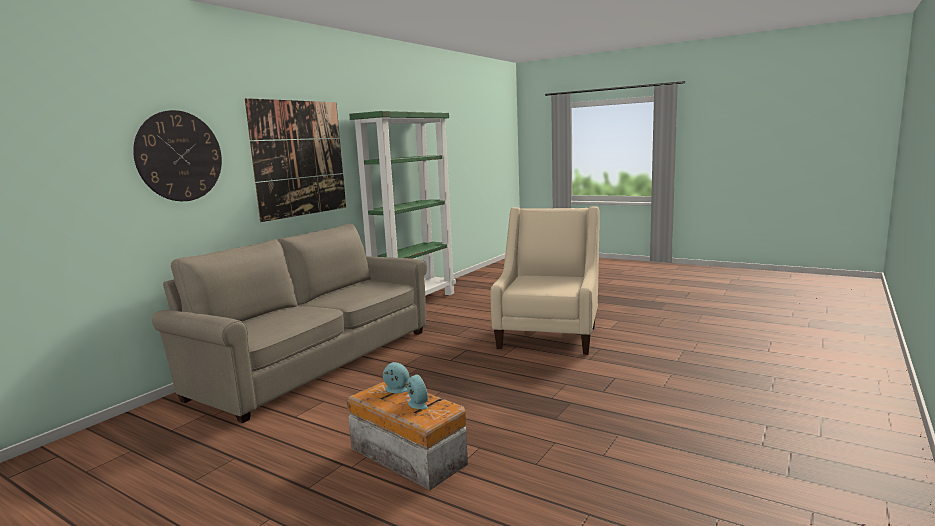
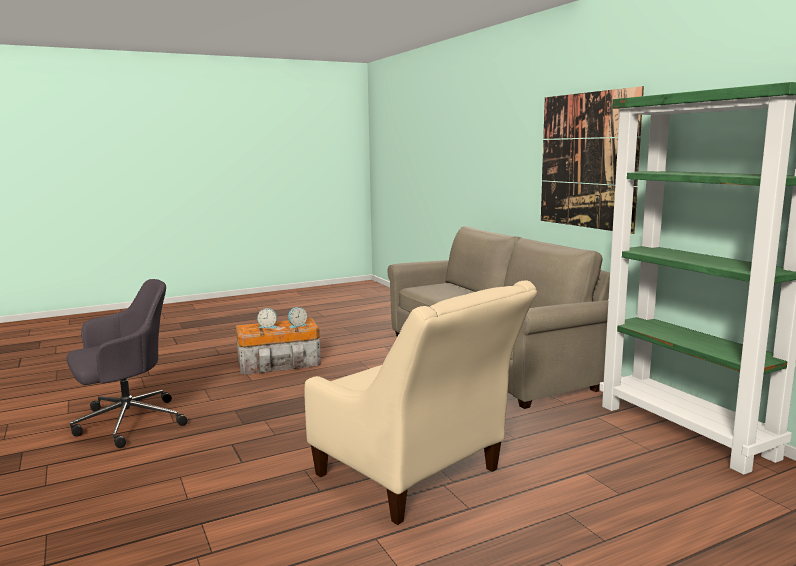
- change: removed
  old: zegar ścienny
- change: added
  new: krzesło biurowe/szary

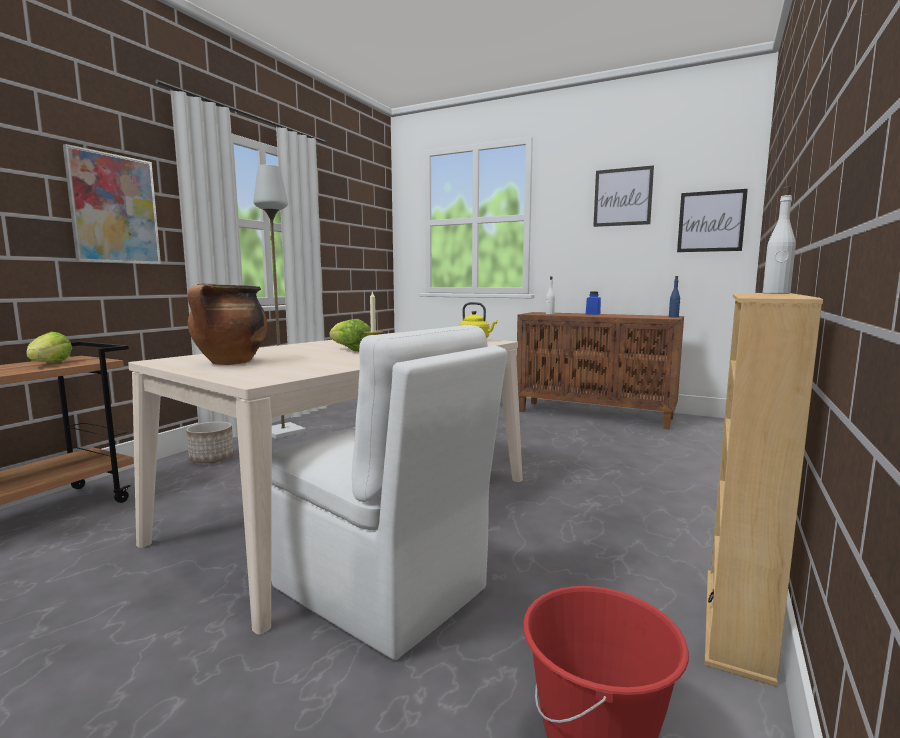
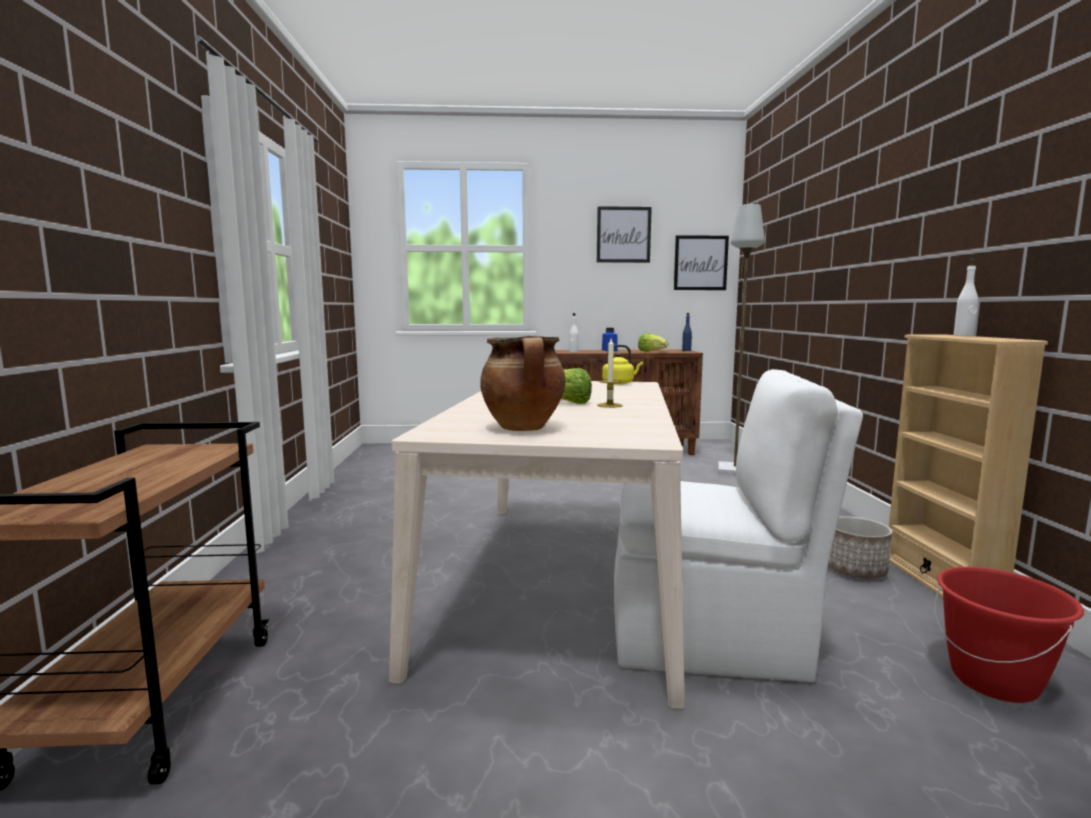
- change: moved
  old: sałata (1st from left in the first image)
  new: sałata (2nd from left)
- change: removed
  old: obraz (1st from left)
- change: moved
  old: donica
- change: moved
  old: lampa stojąca/szary

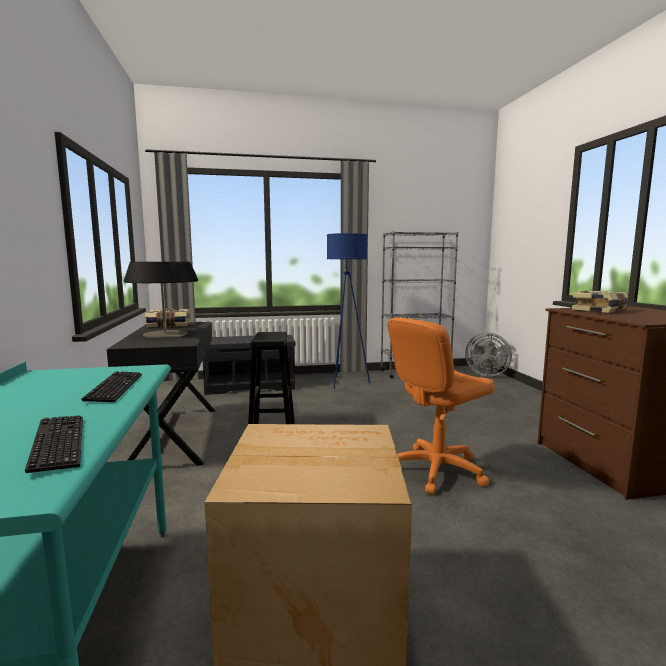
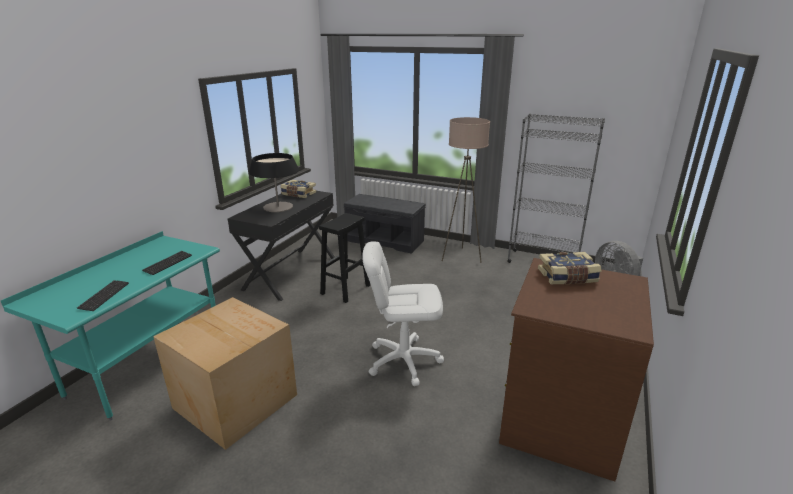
- change: recoloured
  old: lampa stojąca/niebieski
  new: lampa stojąca/beżowy
- change: recoloured
  old: krzesło biurowe/pomarańczowy
  new: krzesło biurowe/biały

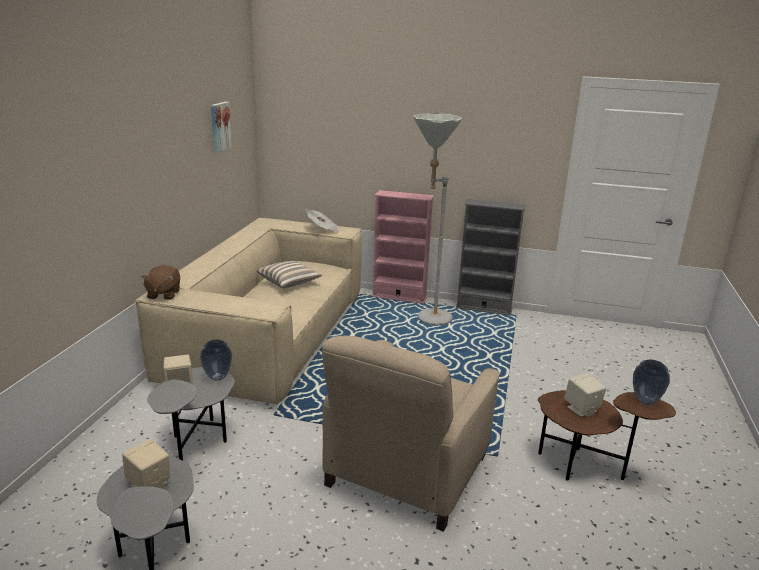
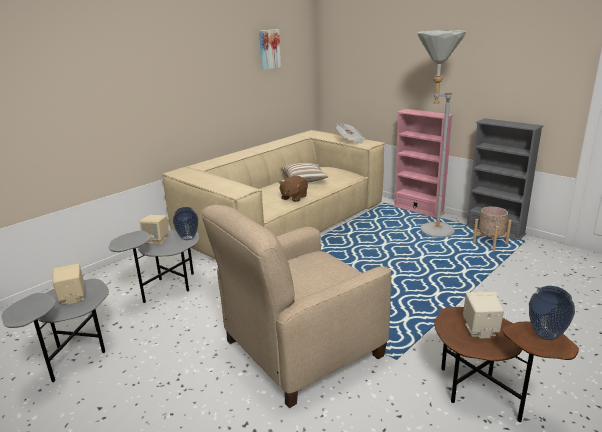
- change: moved
  old: pluszak/brązowy
- change: added
  new: donica/beżowy

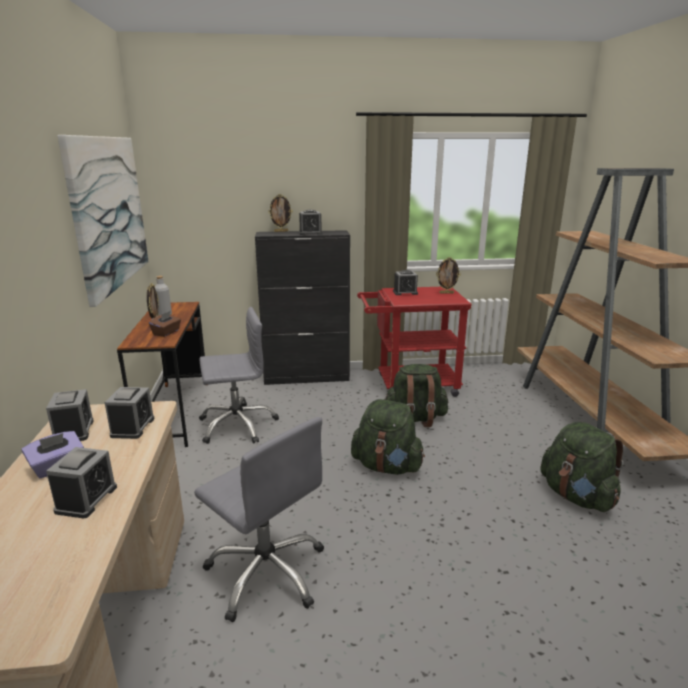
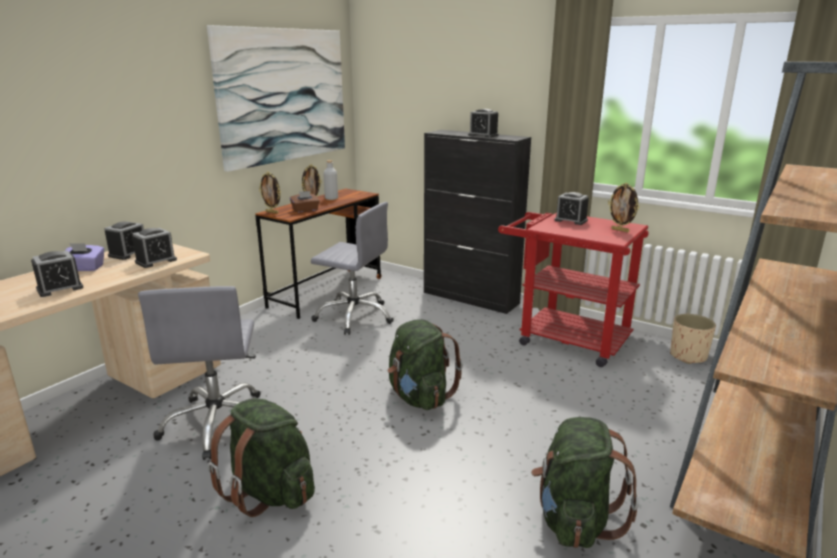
- change: moved
  old: ramka na zdjęcie (2nd from left in the first image)
  new: ramka na zdjęcie (1st from left)
- change: moved
  old: plecak/zielony (2nd from left in the first image)
  new: plecak/zielony (1st from left)
- change: added
  new: donica/beżowy

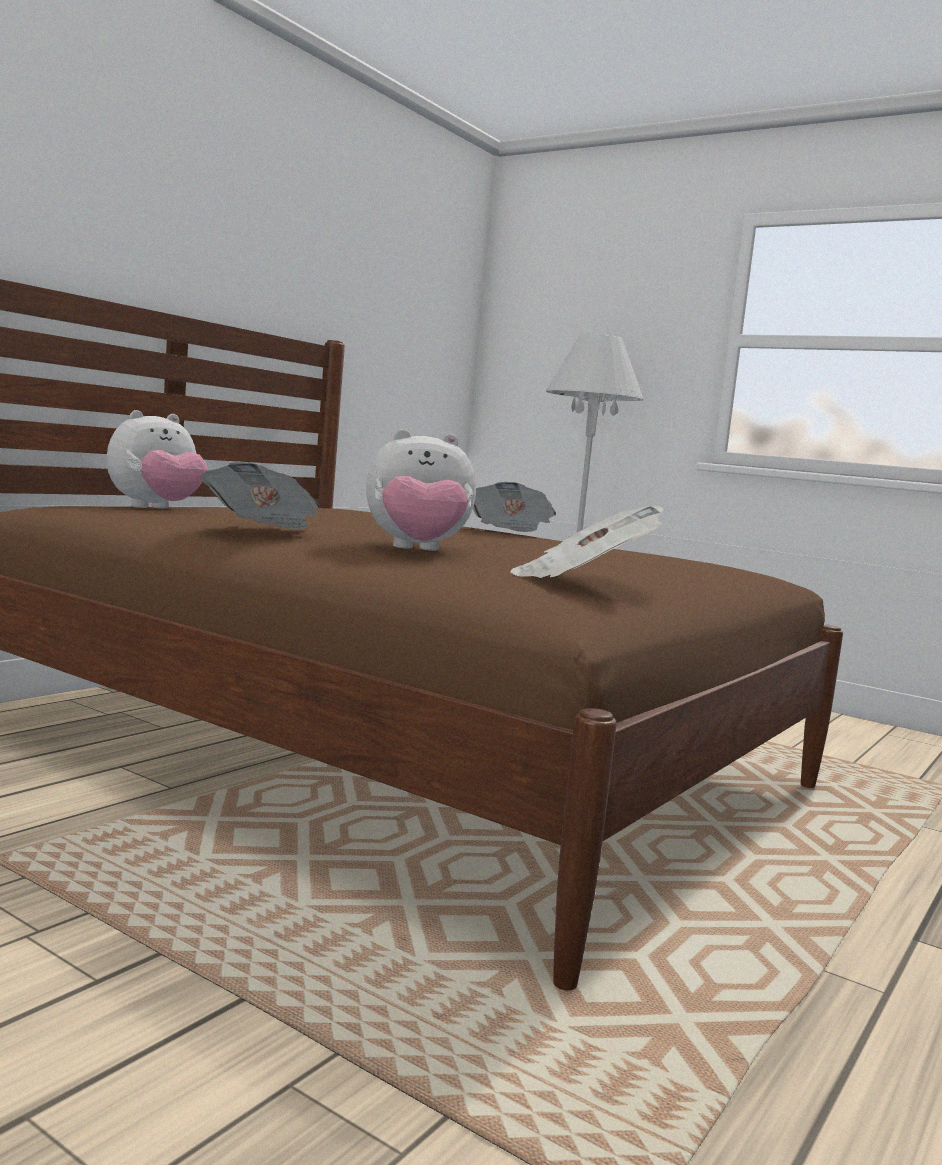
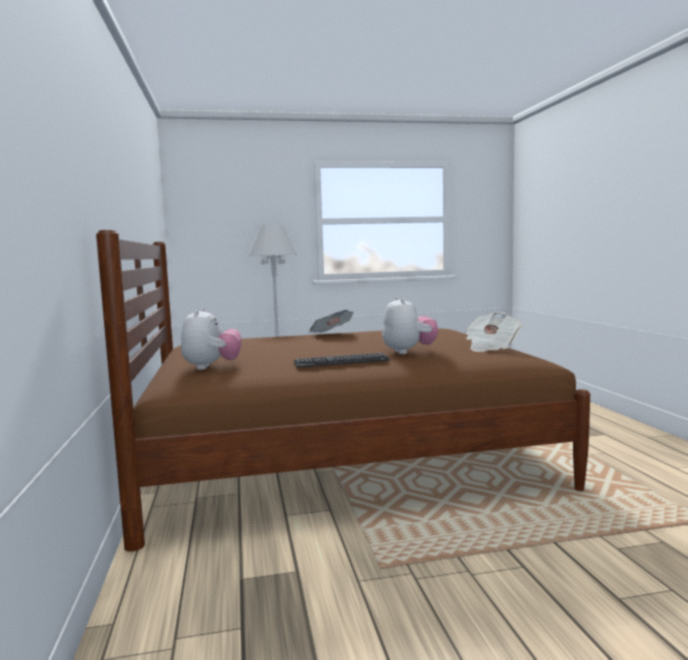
- change: replaced
  old: gazeta (1st from left)
  new: klawiatura
- change: turned
  old: pluszak (2nd from left)
  degrees: -45

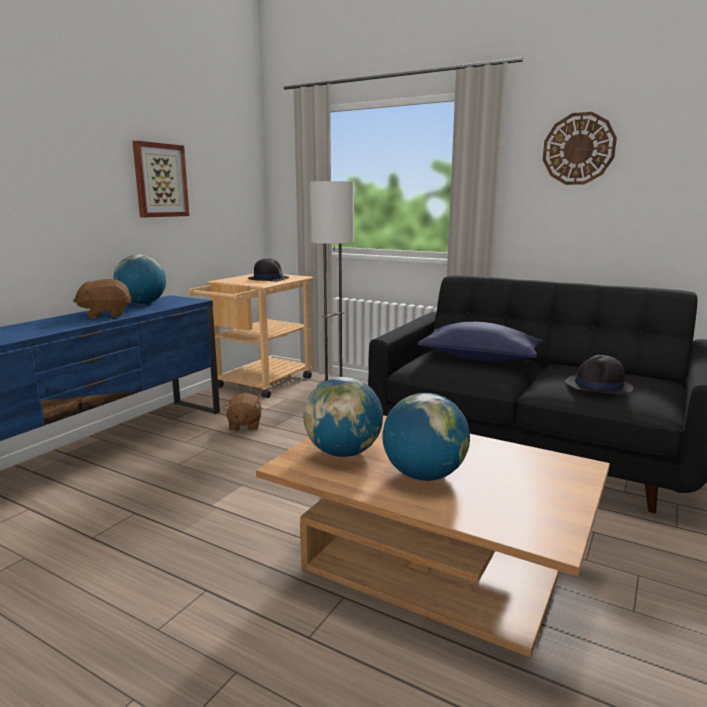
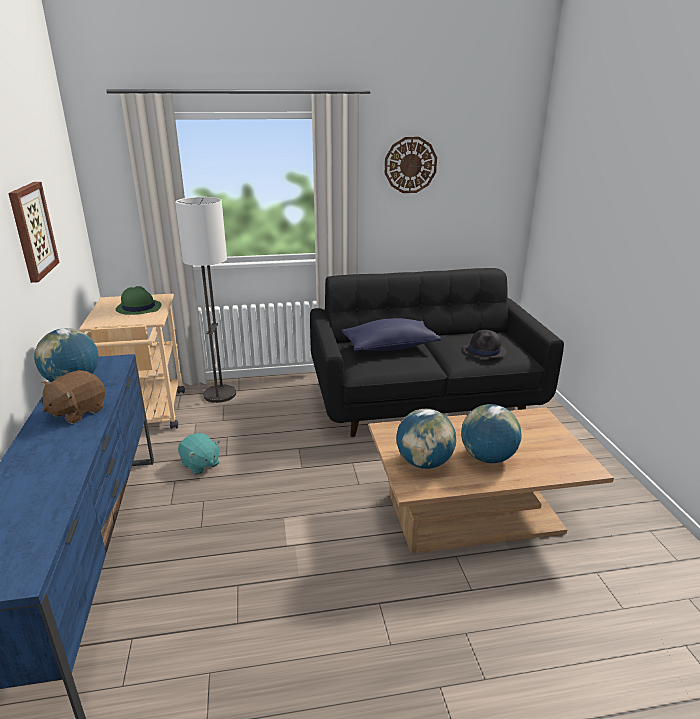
- change: recoloured
  old: pluszak/brązowy (2nd from left)
  new: pluszak/turkusowy
- change: recoloured
  old: kapelusz/czarny (1st from left)
  new: kapelusz/zielony

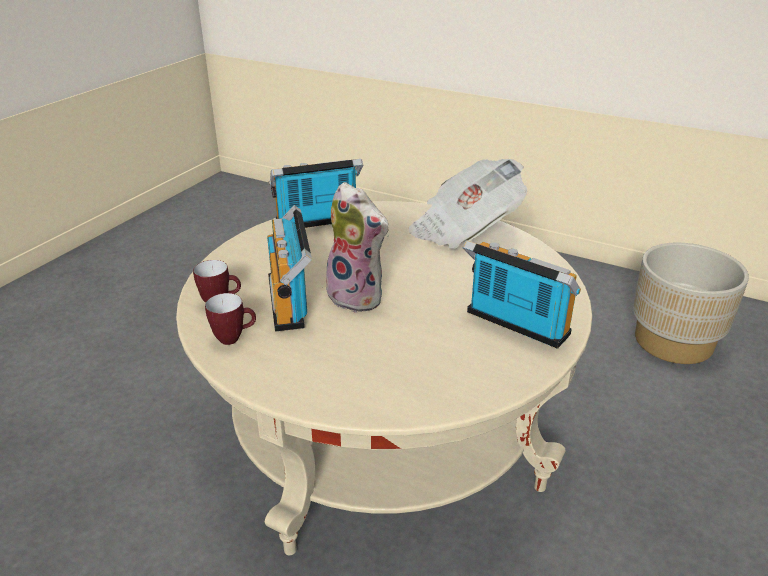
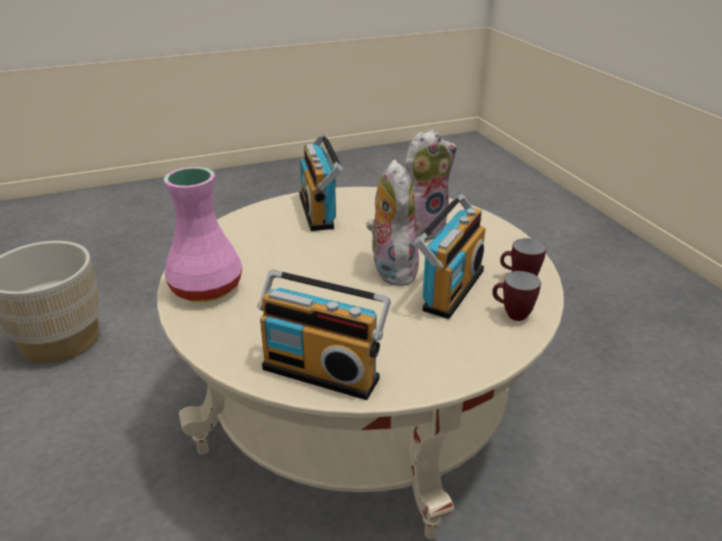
- change: replaced
  old: gazeta
  new: wazon/różowy
- change: added
  new: pluszak (2nd from left)

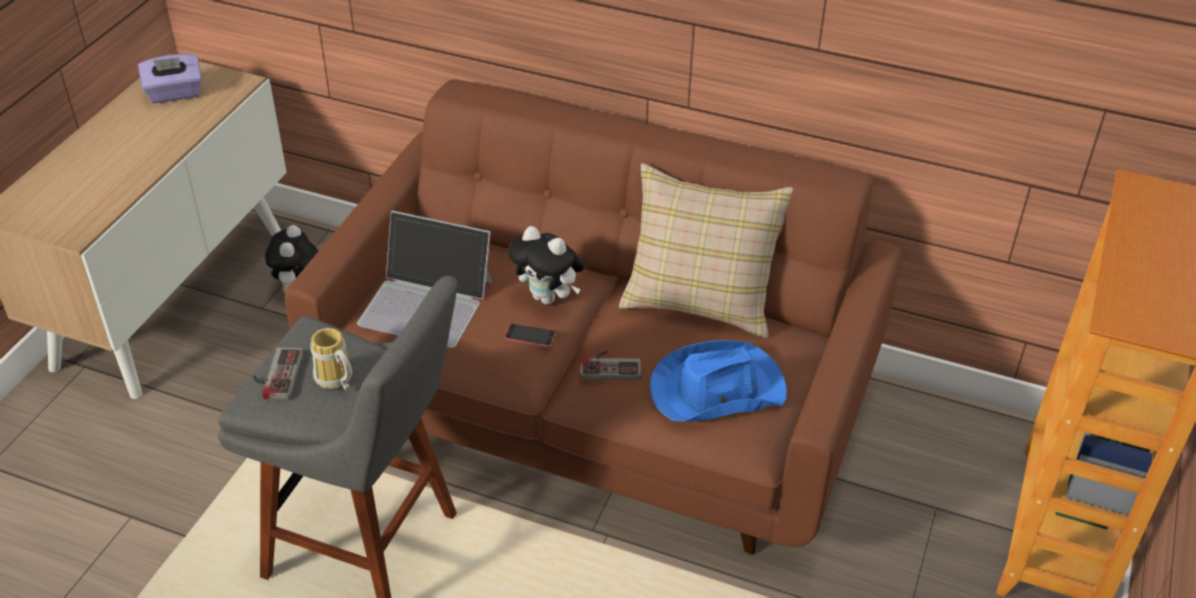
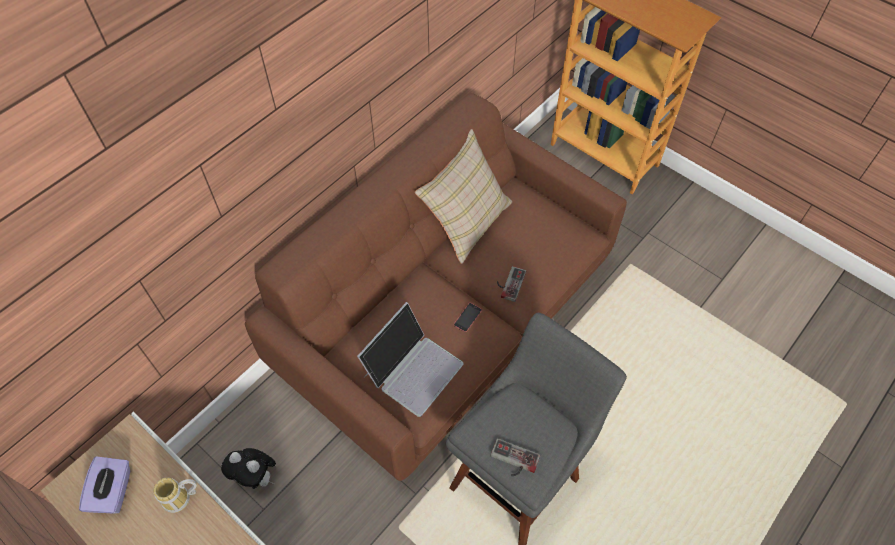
- change: moved
  old: kubek
- change: removed
  old: pluszak (2nd from left)
- change: removed
  old: kapelusz/niebieski

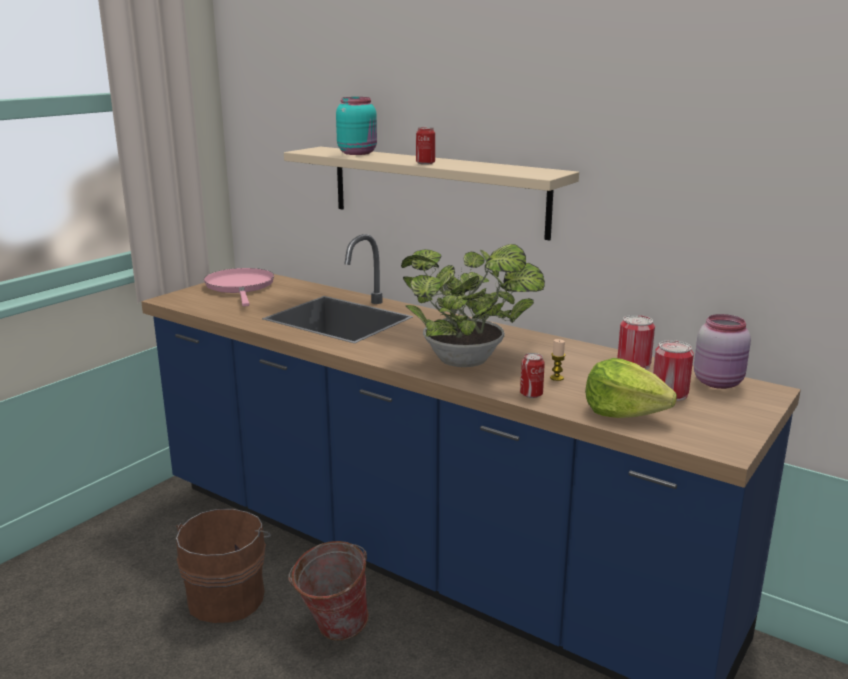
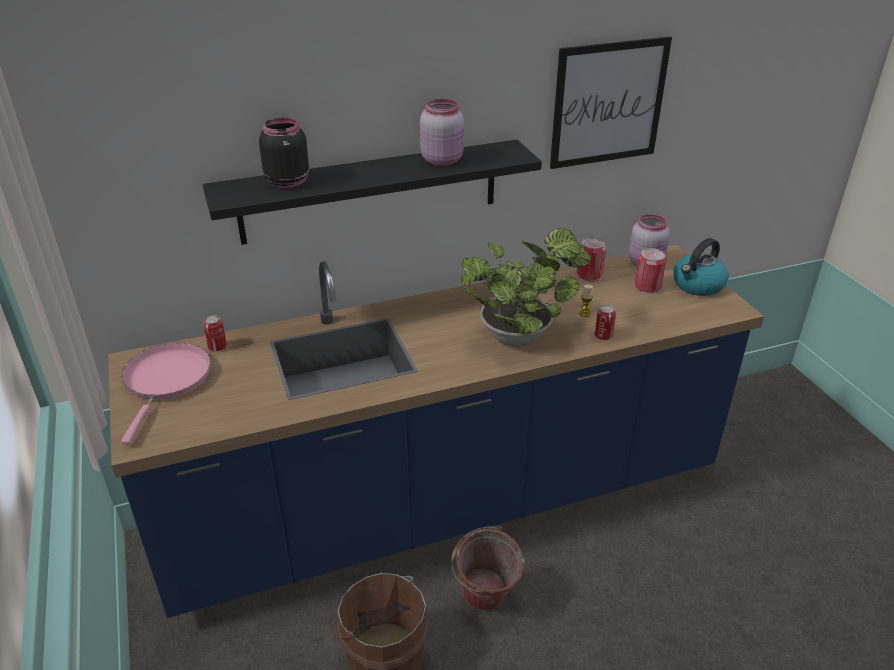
- change: turned
  old: patelnia/różowy
  degrees: 75
- change: recoloured
  old: półka/beżowy
  new: półka/czarny
- change: recoloured
  old: słoik/turkusowy
  new: słoik/czarny
- change: moved
  old: puszka (1st from left)
- change: removed
  old: sałata
- change: added
  new: słoik/różowy (1st from left)
- change: added
  new: obraz
- change: added
  new: czajnik

